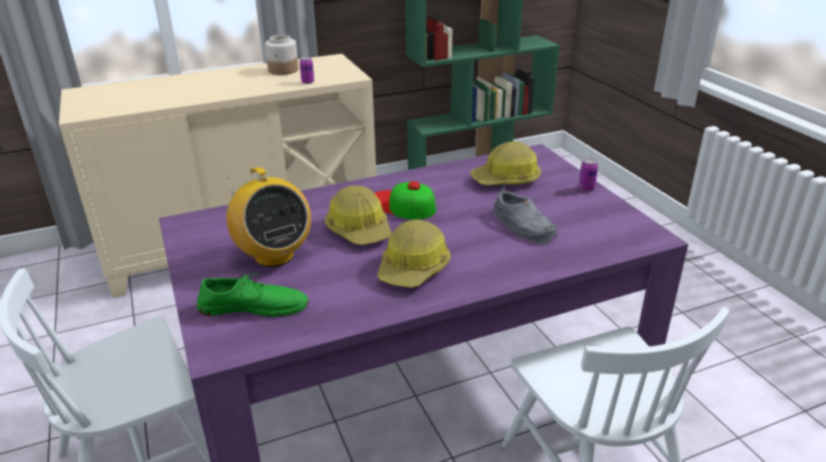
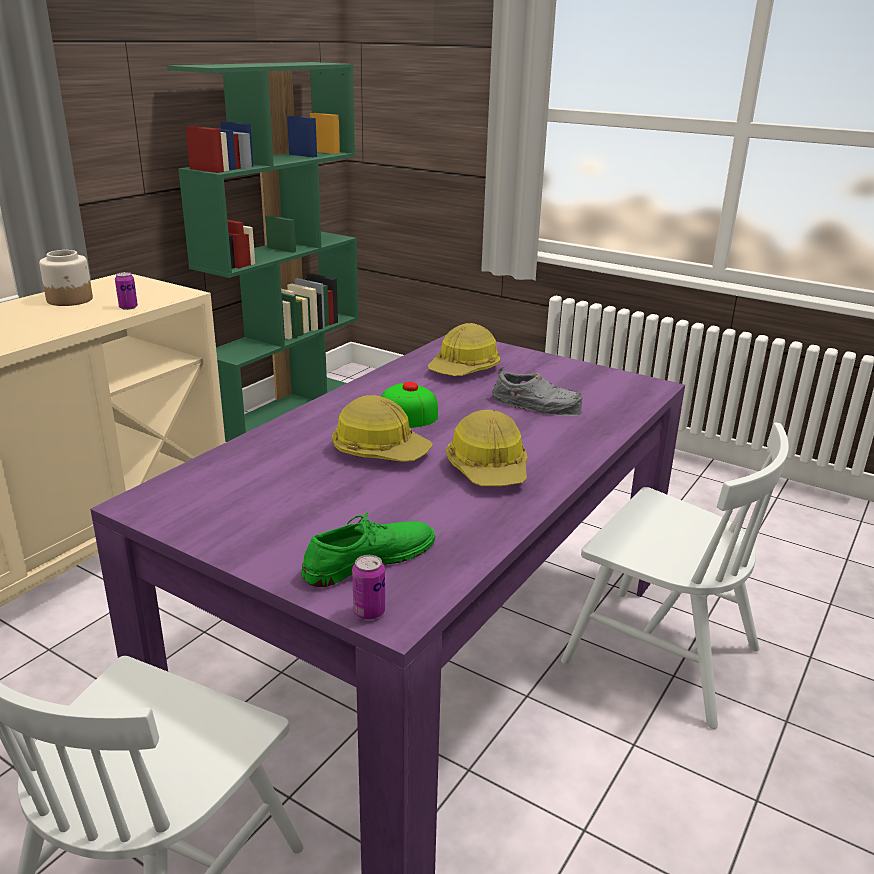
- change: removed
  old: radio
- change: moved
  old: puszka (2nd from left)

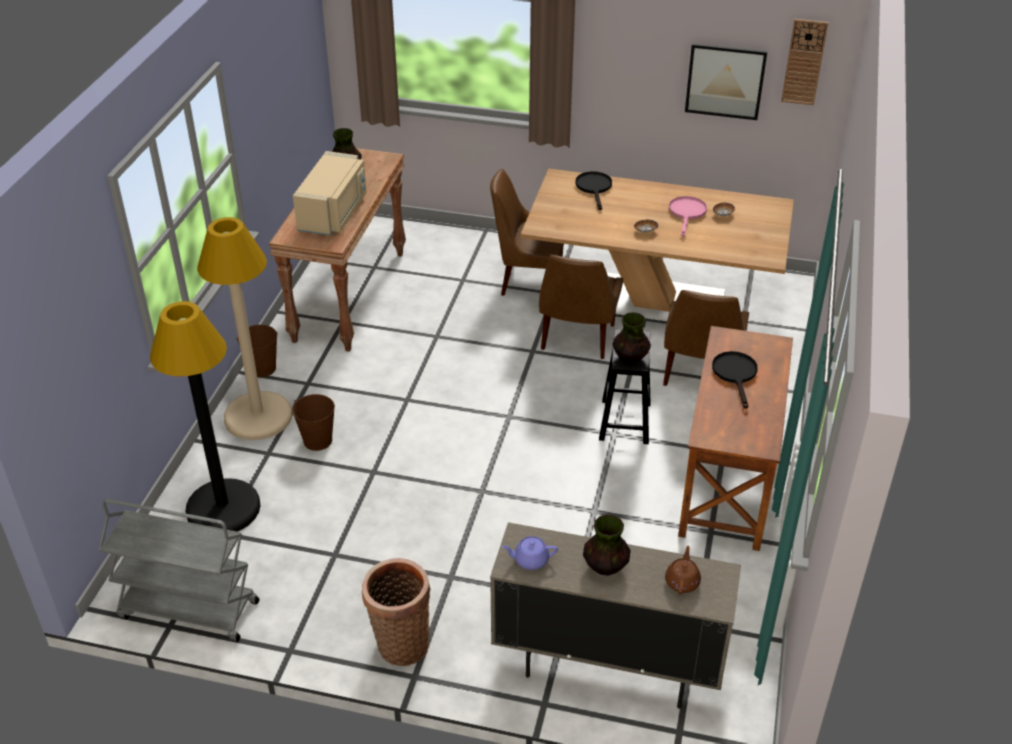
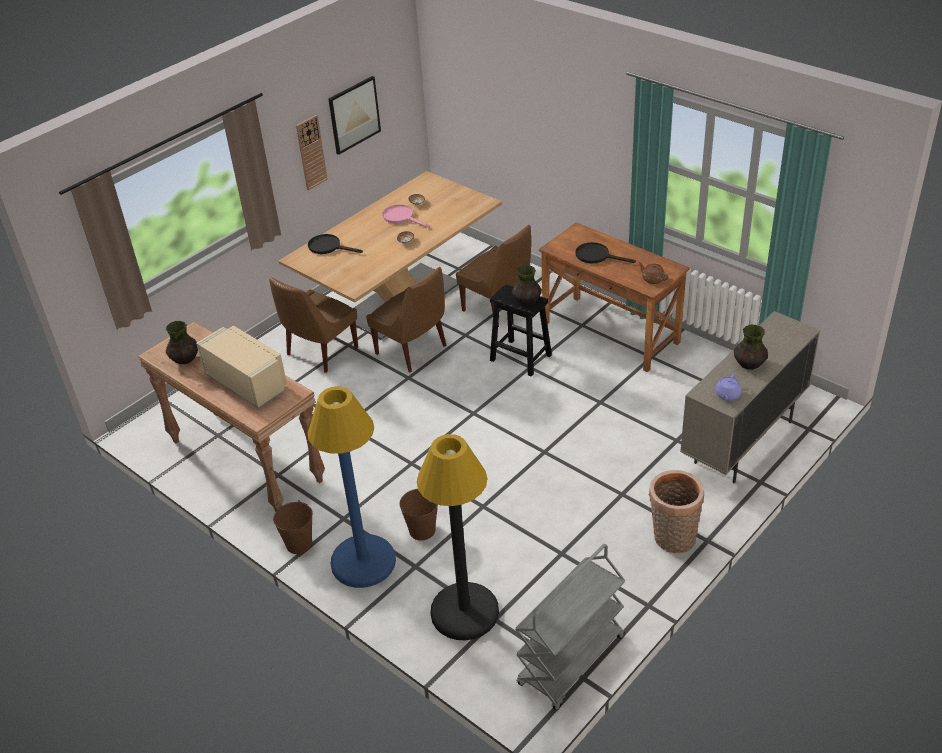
- change: recoloured
  old: lampa stojąca/beżowy
  new: lampa stojąca/niebieski
- change: moved
  old: imbryk/brązowy
- change: moved
  old: zegar ścienny

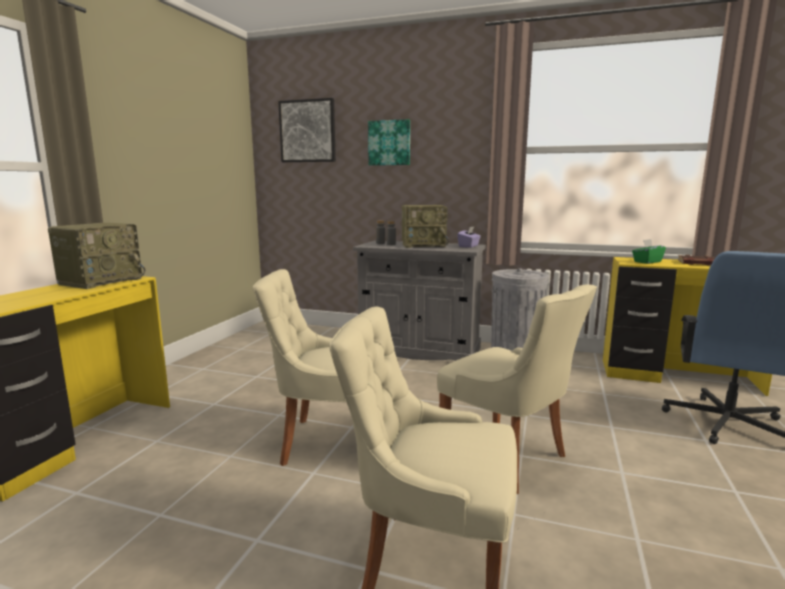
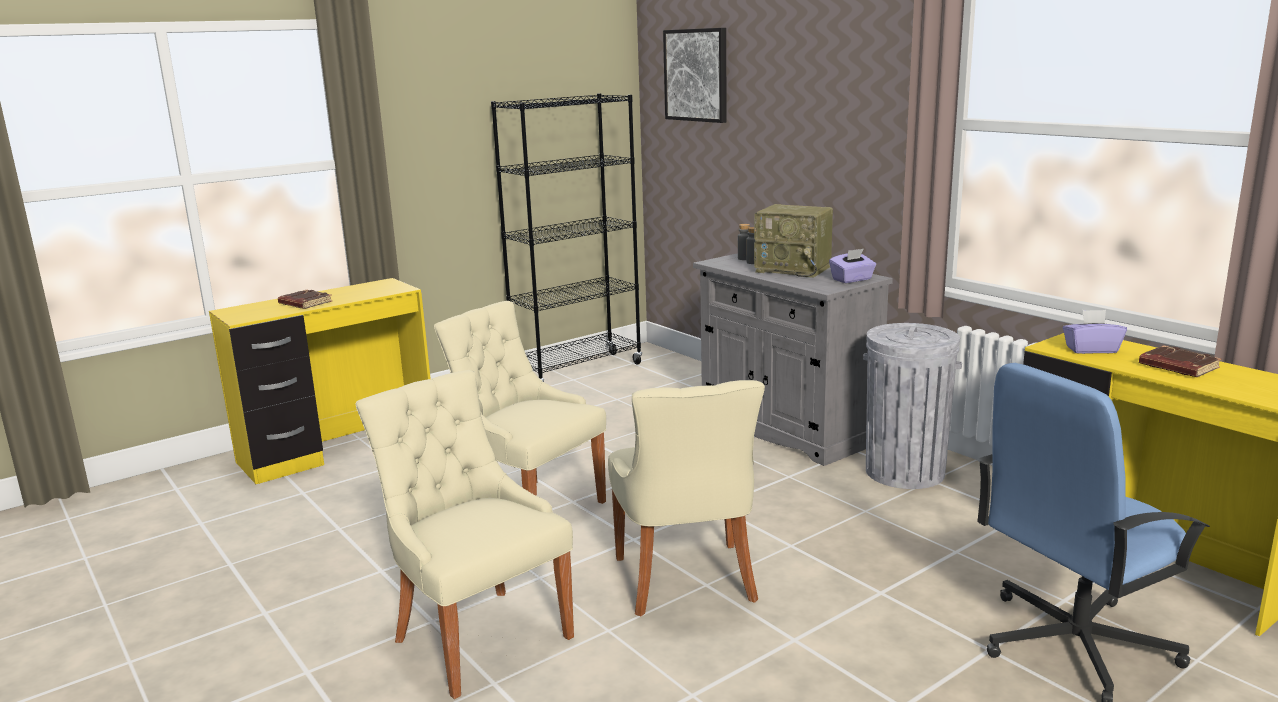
- change: removed
  old: radio (1st from left)
- change: removed
  old: obraz (2nd from left)
- change: recoloured
  old: pudełko chusteczek/zielony
  new: pudełko chusteczek/fioletowy (2nd from left)
- change: added
  new: książka/brązowy (1st from left)
- change: added
  new: regał/czarny

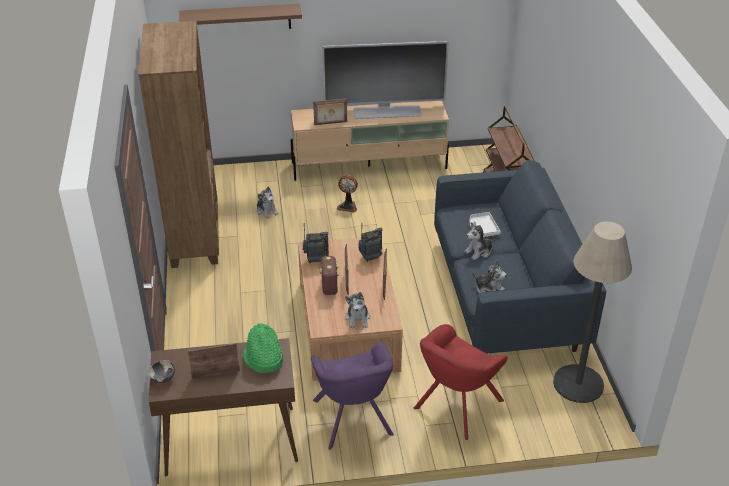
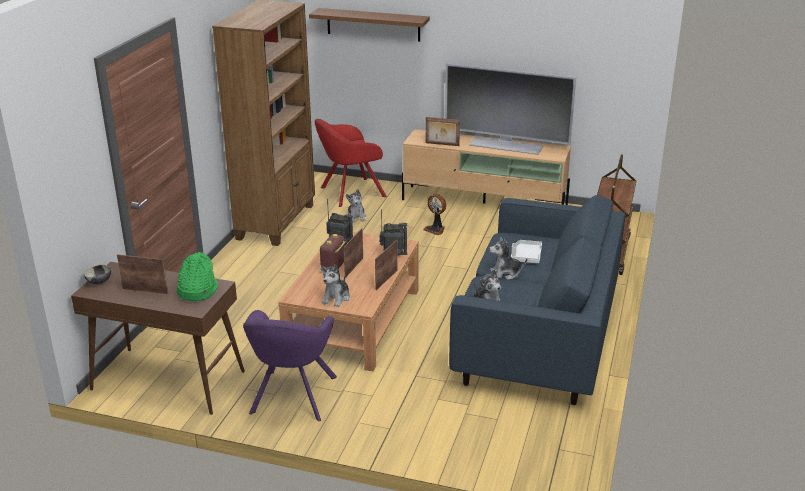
- change: moved
  old: fotel/czerwony
- change: removed
  old: lampa stojąca

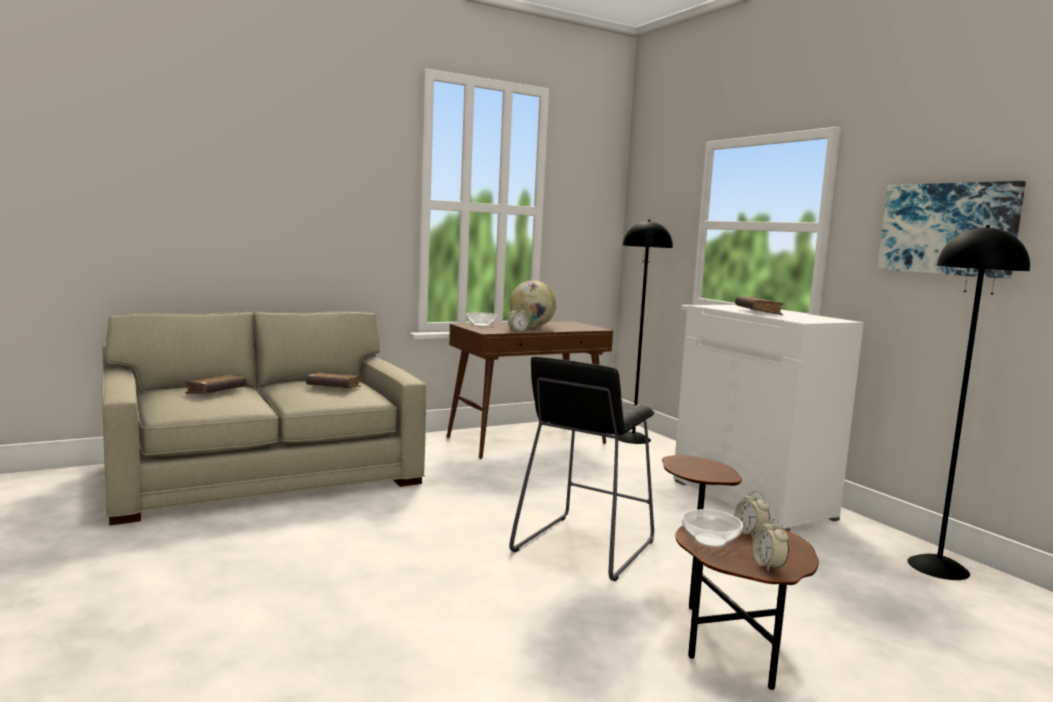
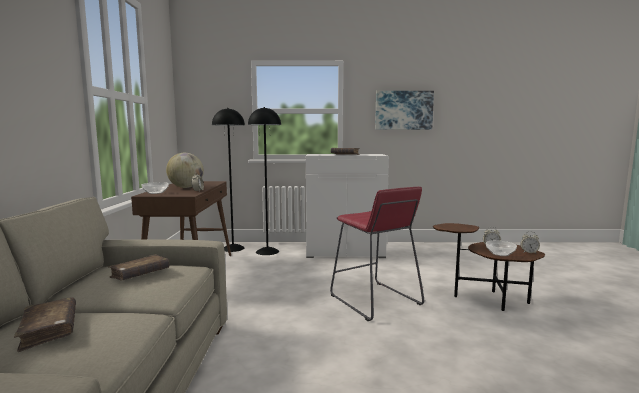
- change: recoloured
  old: stołek/czarny
  new: stołek/czerwony
- change: moved
  old: lampa stojąca/czarny (2nd from left)

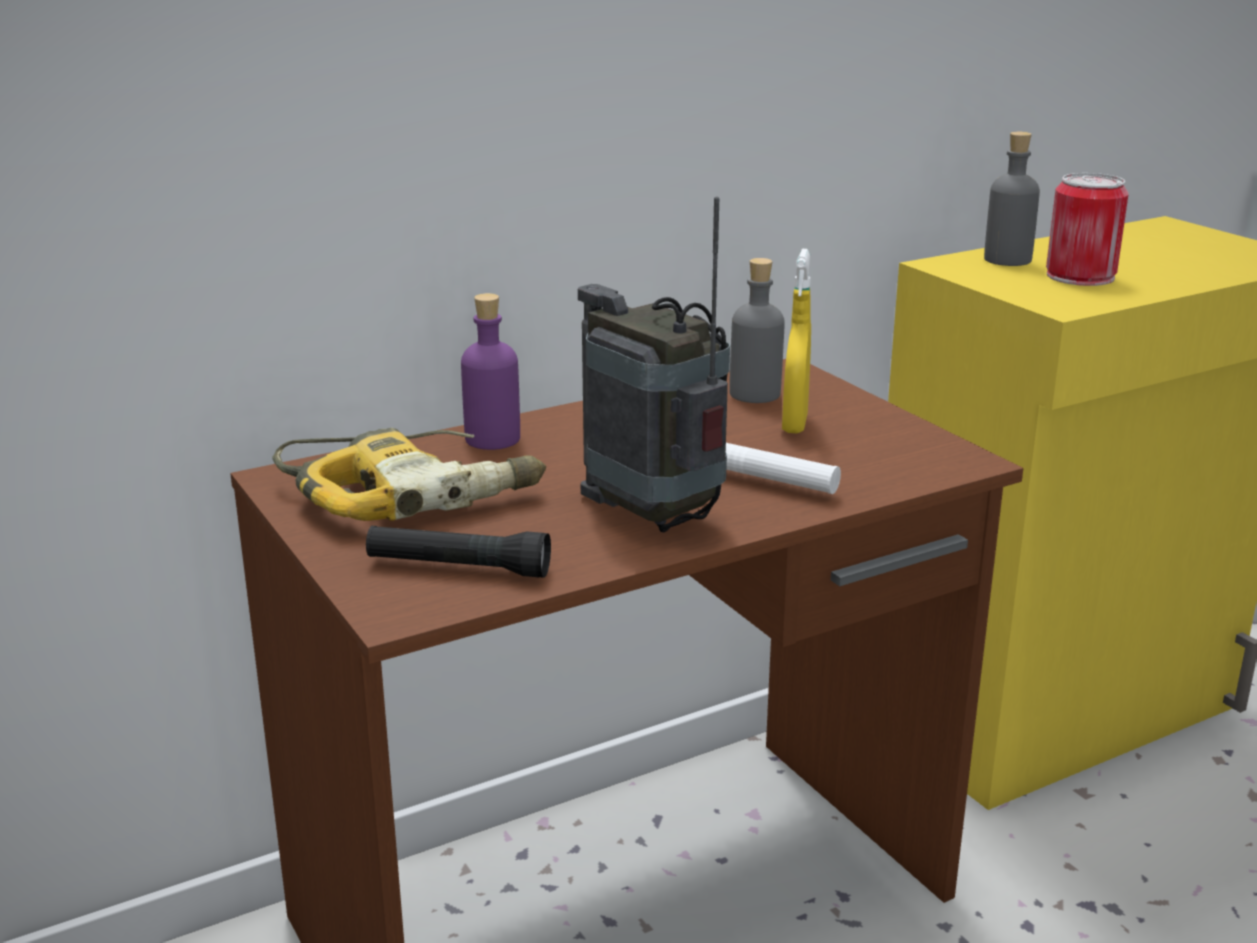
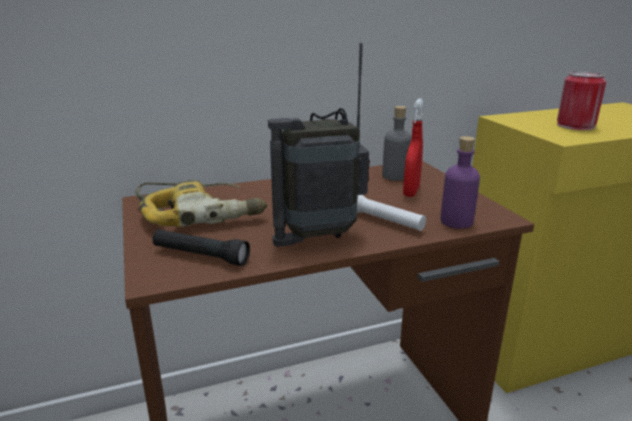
- change: moved
  old: butelka/fioletowy
- change: turned
  old: radio
  degrees: -75
- change: recoloured
  old: spryskiwacz/żółty
  new: spryskiwacz/czerwony
- change: removed
  old: butelka/szary (2nd from left)

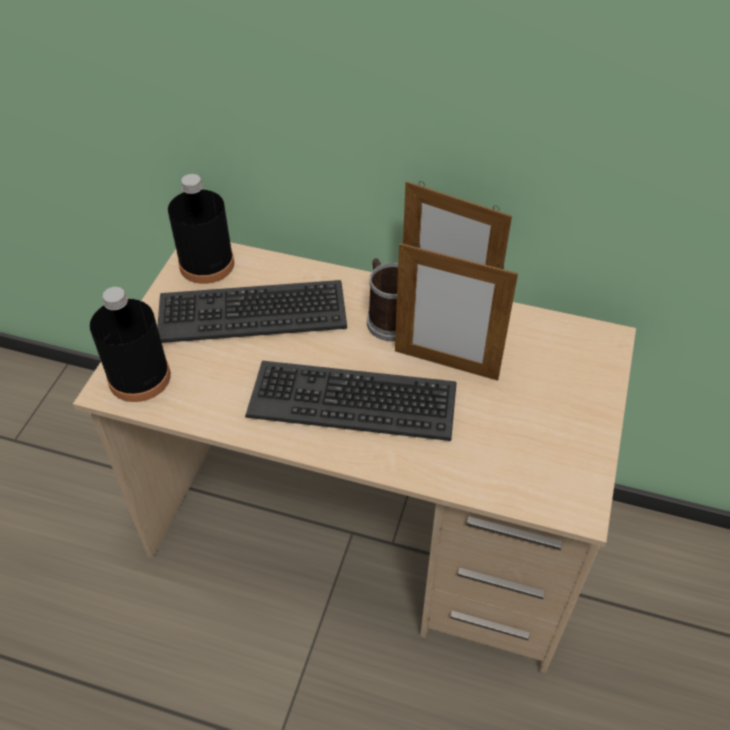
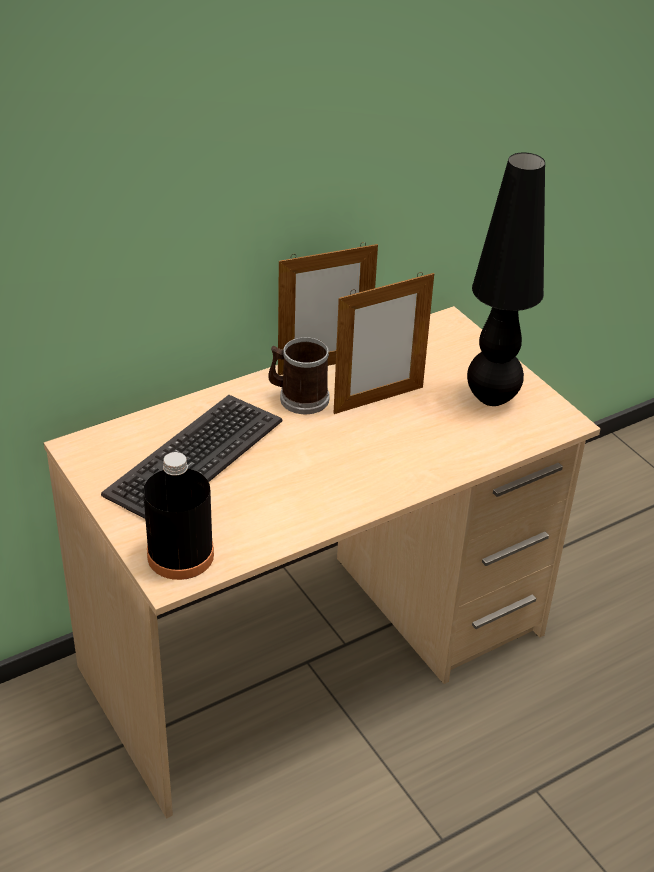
- change: removed
  old: butelka/czarny (2nd from left)
- change: removed
  old: klawiatura (2nd from left)
- change: added
  new: lampa stołowa/czarny

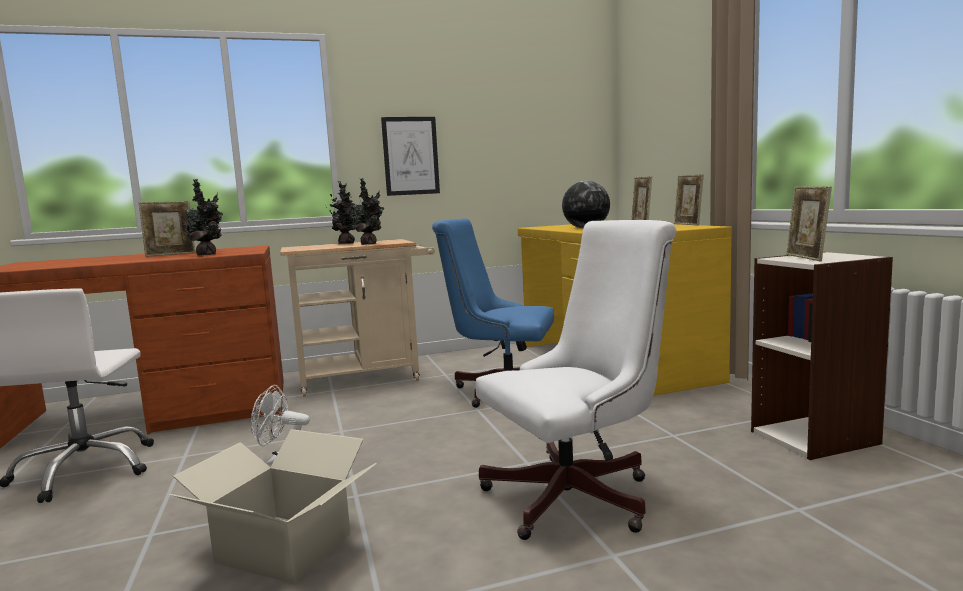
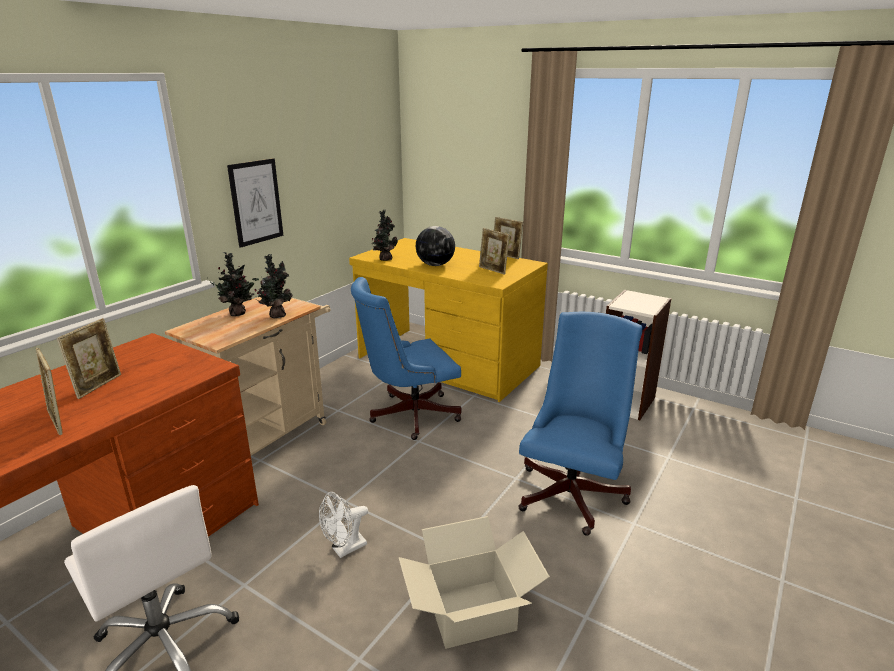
- change: moved
  old: roślina doniczkowa (1st from left in the first image)
  new: roślina doniczkowa (3rd from left)
- change: recoloured
  old: krzesło biurowe/biały (2nd from left)
  new: krzesło biurowe/niebieski (2nd from left)
- change: moved
  old: ramka na zdjęcie (4th from left in the first image)
  new: ramka na zdjęcie (1st from left)

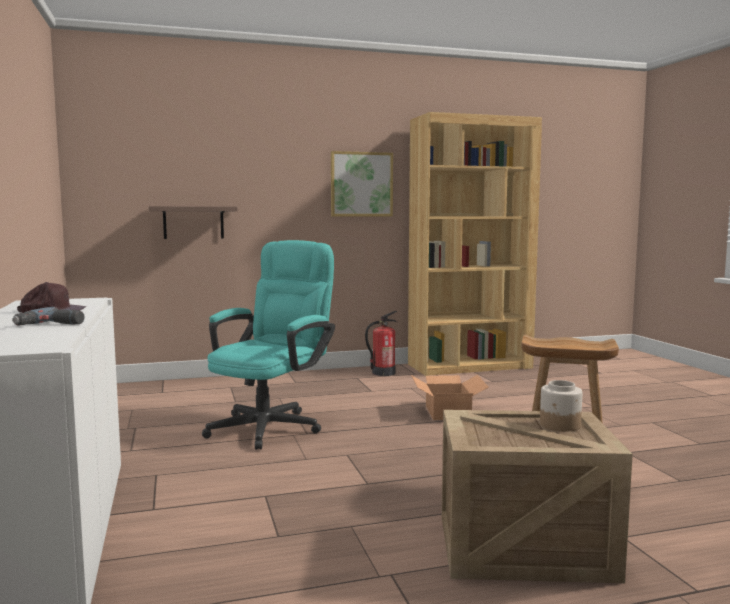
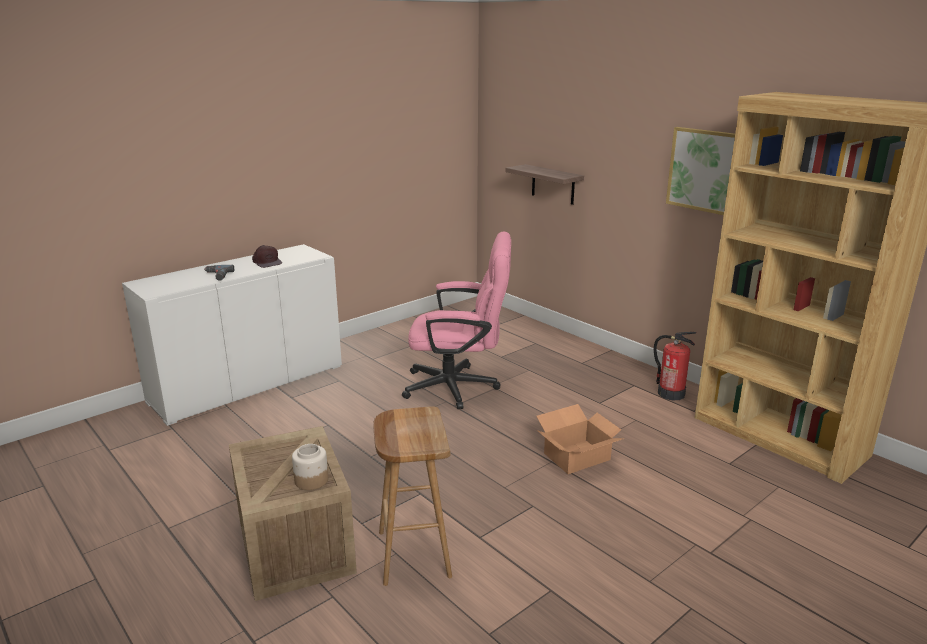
- change: recoloured
  old: krzesło biurowe/turkusowy
  new: krzesło biurowe/różowy

